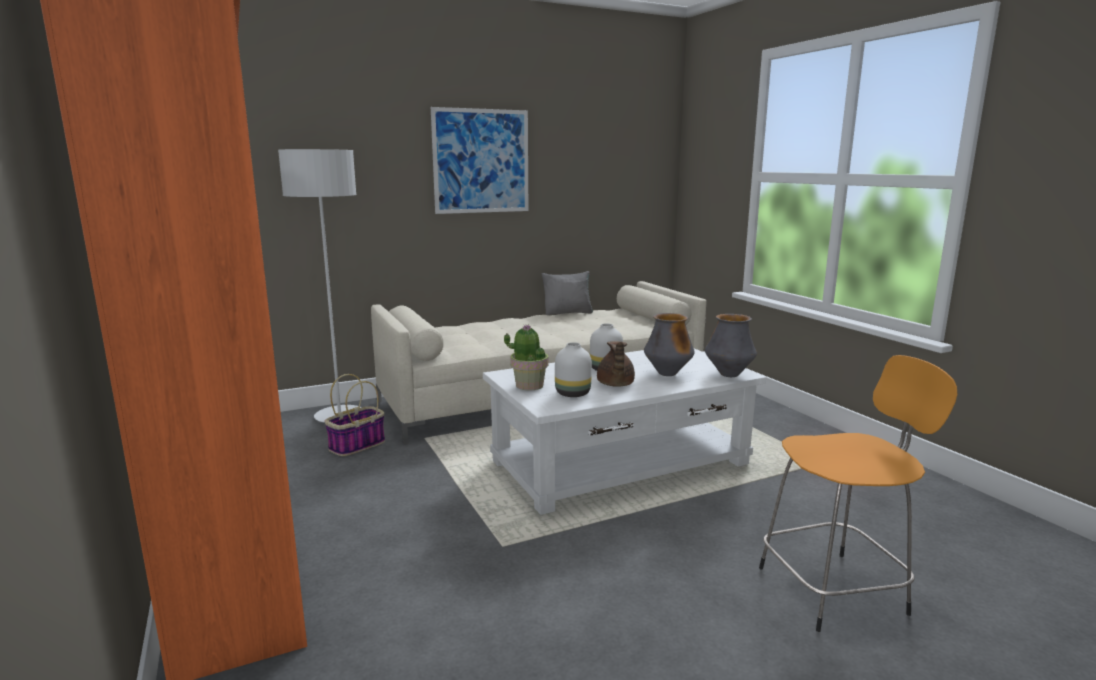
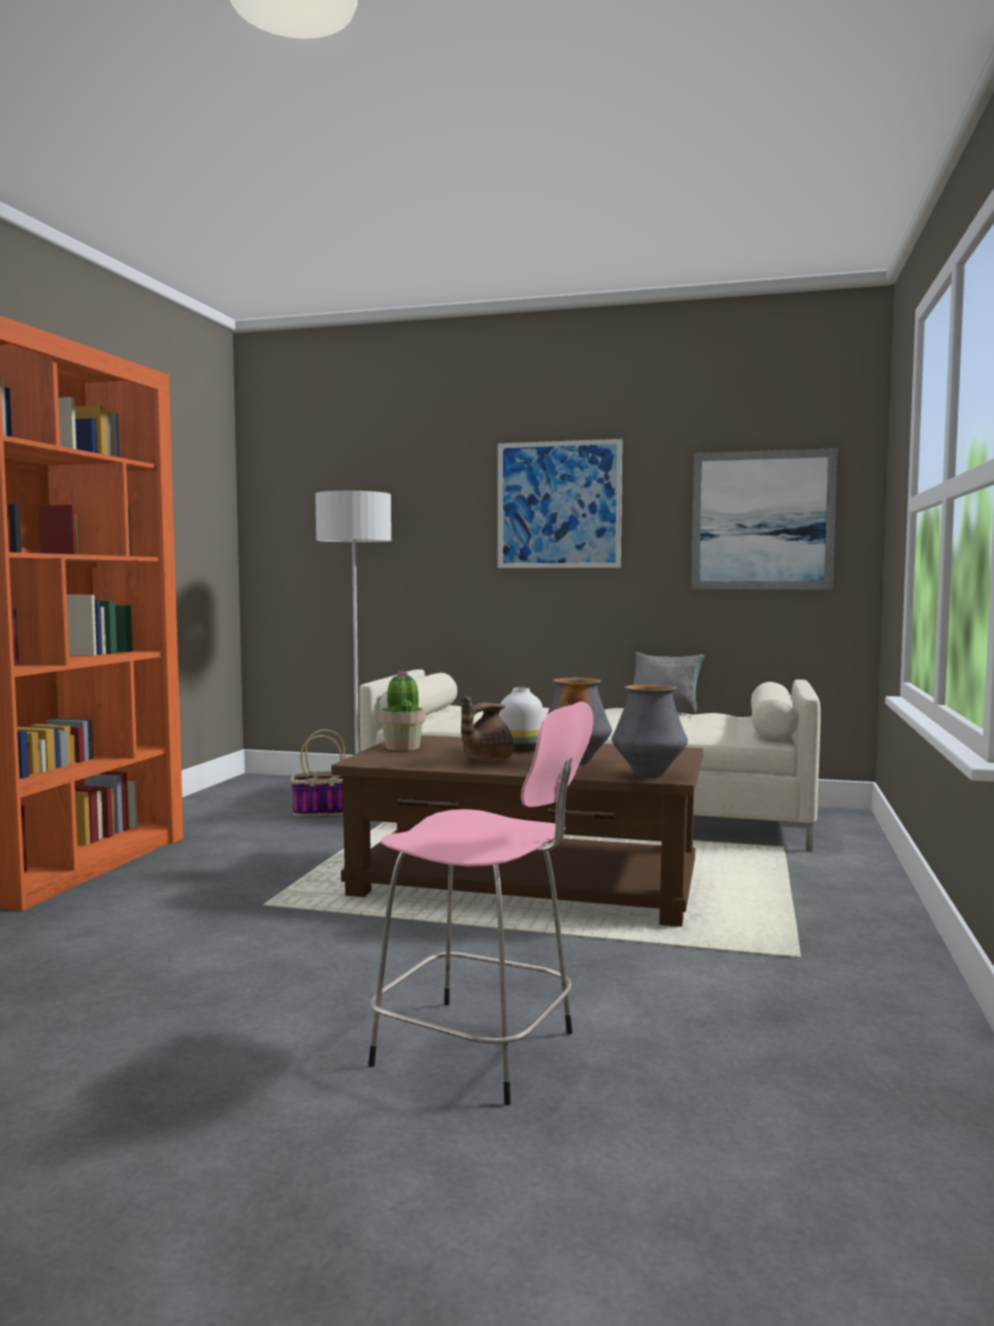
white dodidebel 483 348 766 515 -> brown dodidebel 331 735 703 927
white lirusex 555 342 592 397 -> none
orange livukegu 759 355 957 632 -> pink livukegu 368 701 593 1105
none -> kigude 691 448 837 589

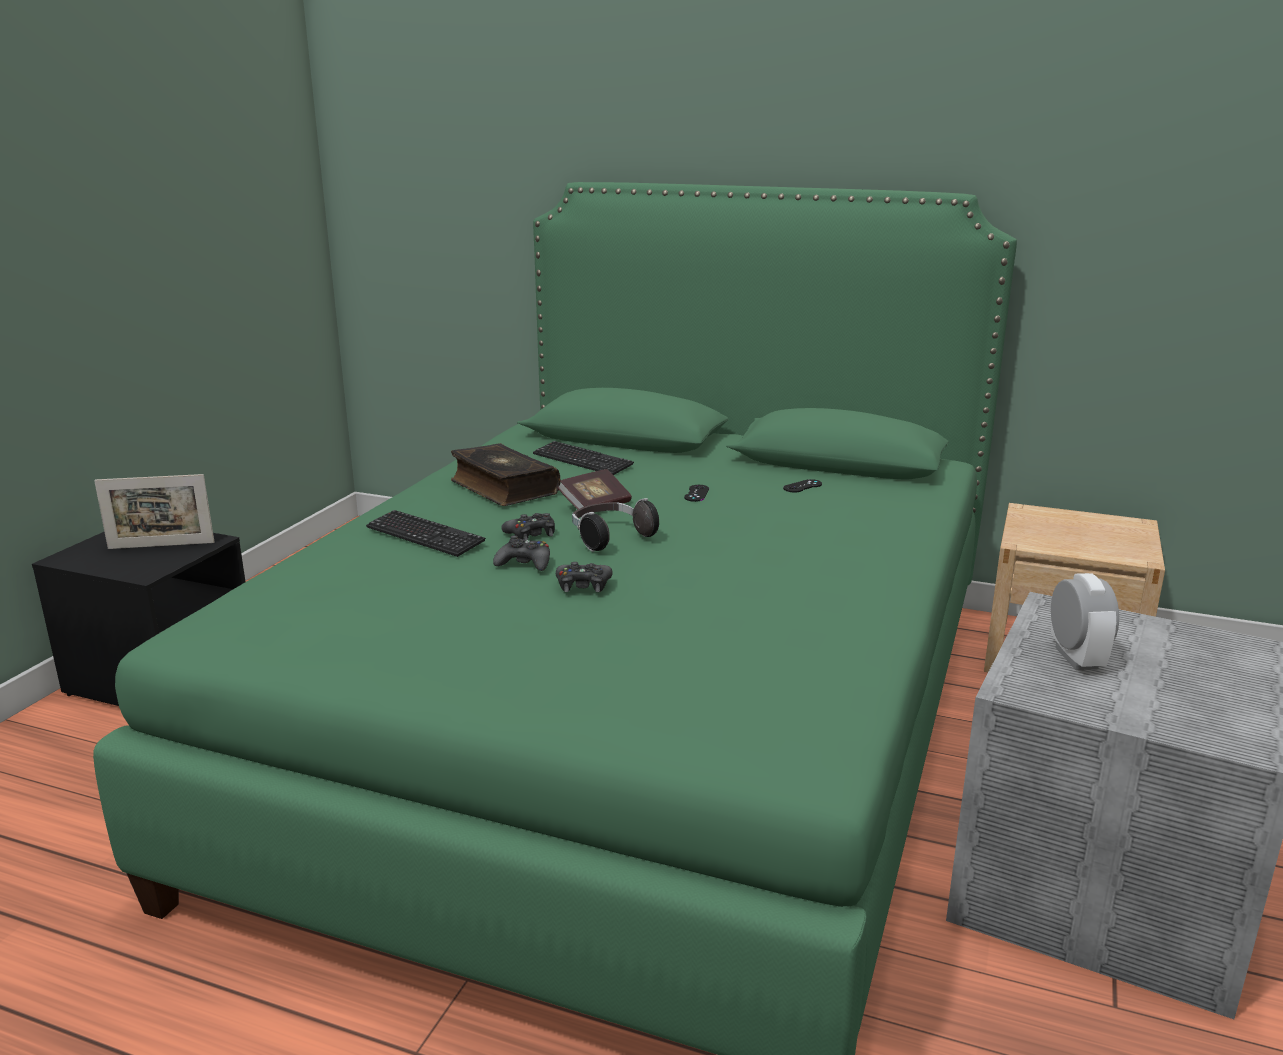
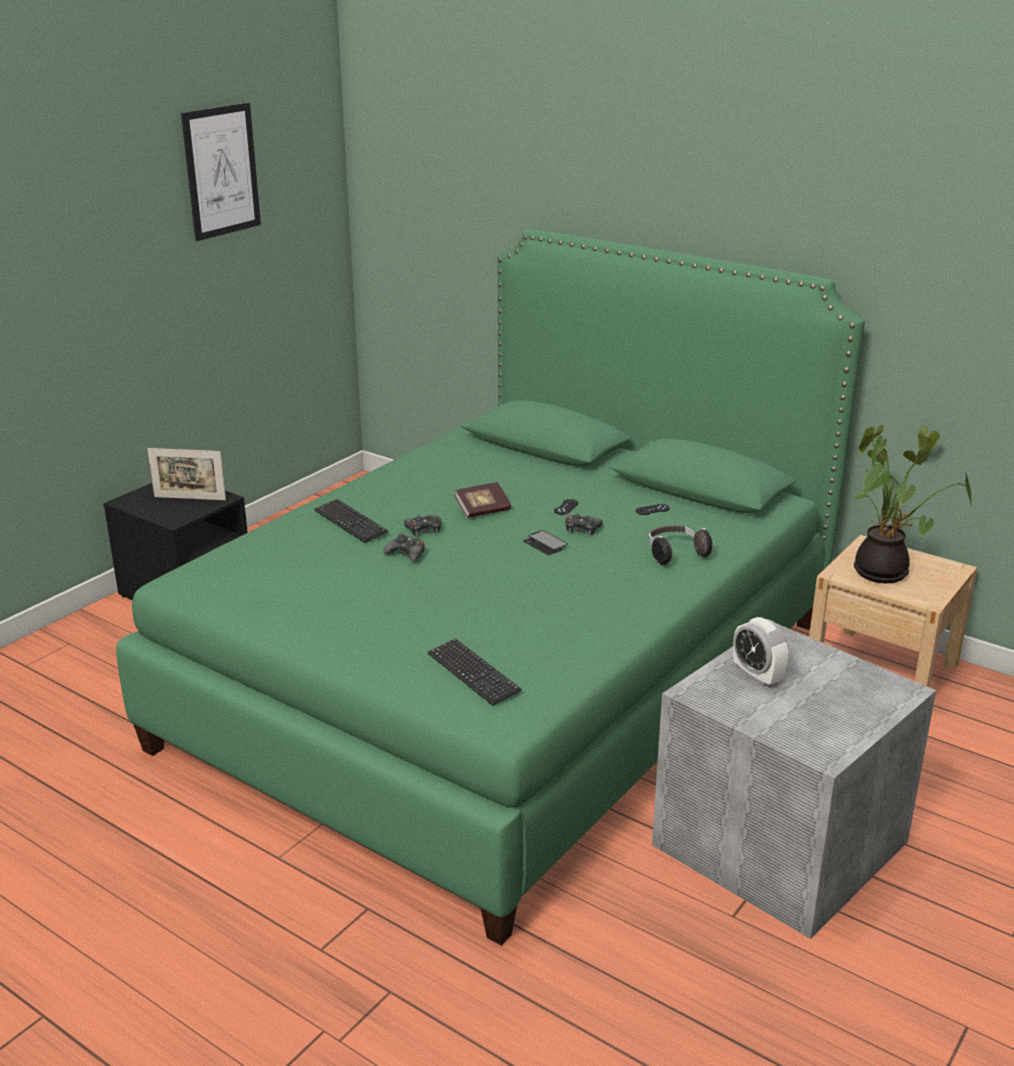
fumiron 451 443 560 506 -> none
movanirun 533 441 634 475 -> movanirun 428 638 522 706, moved
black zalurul 556 562 613 592 -> black zalurul 565 514 603 535, moved
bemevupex 572 498 659 552 -> bemevupex 648 526 712 565, moved
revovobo 1051 573 1119 670 -> revovobo 733 617 788 687, 135 degrees clockwise
none -> kigude 181 103 261 241
none -> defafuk 523 530 568 555
none -> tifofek 852 425 972 583

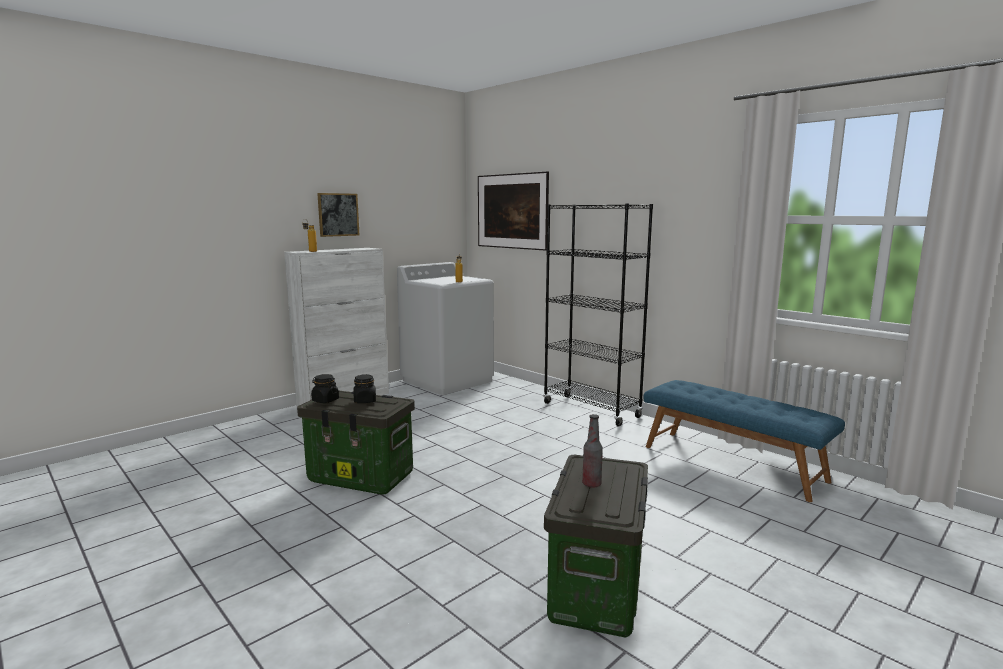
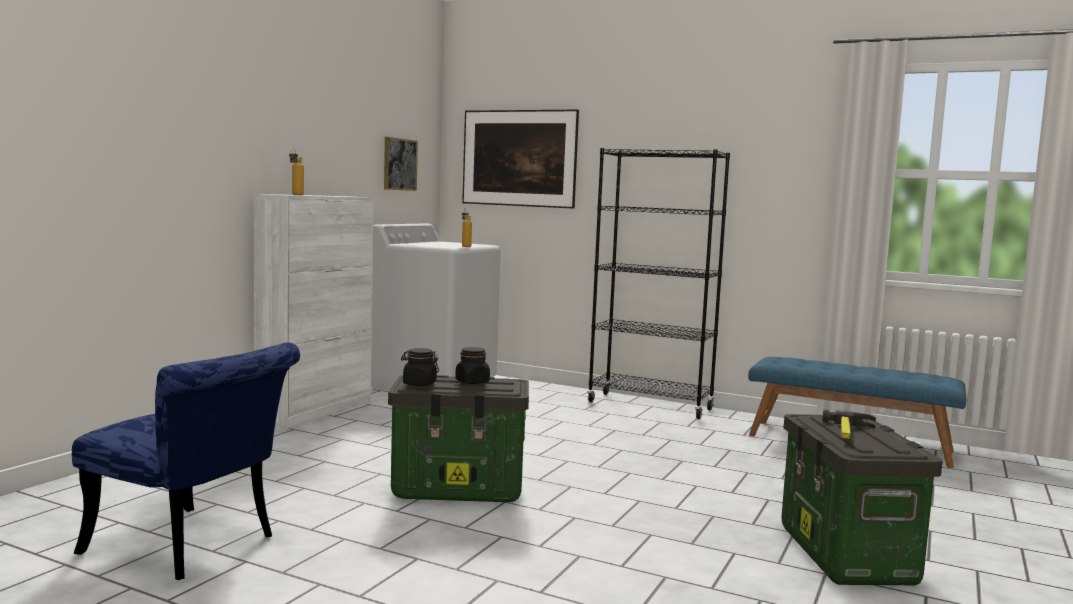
kigude 317 193 359 237 -> kigude 384 137 418 191, moved
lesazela 582 414 603 488 -> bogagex 822 410 876 439
none -> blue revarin 72 342 300 580

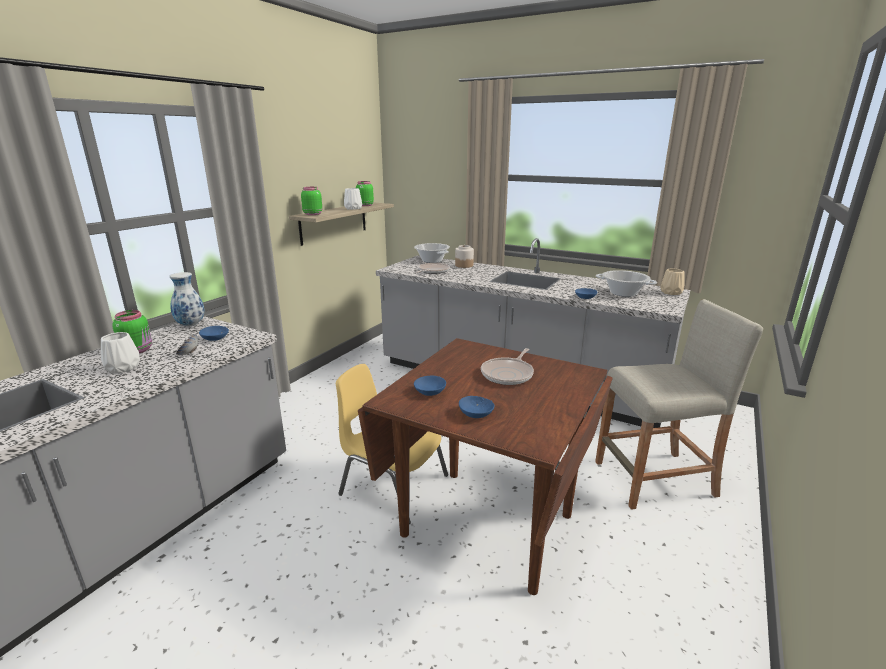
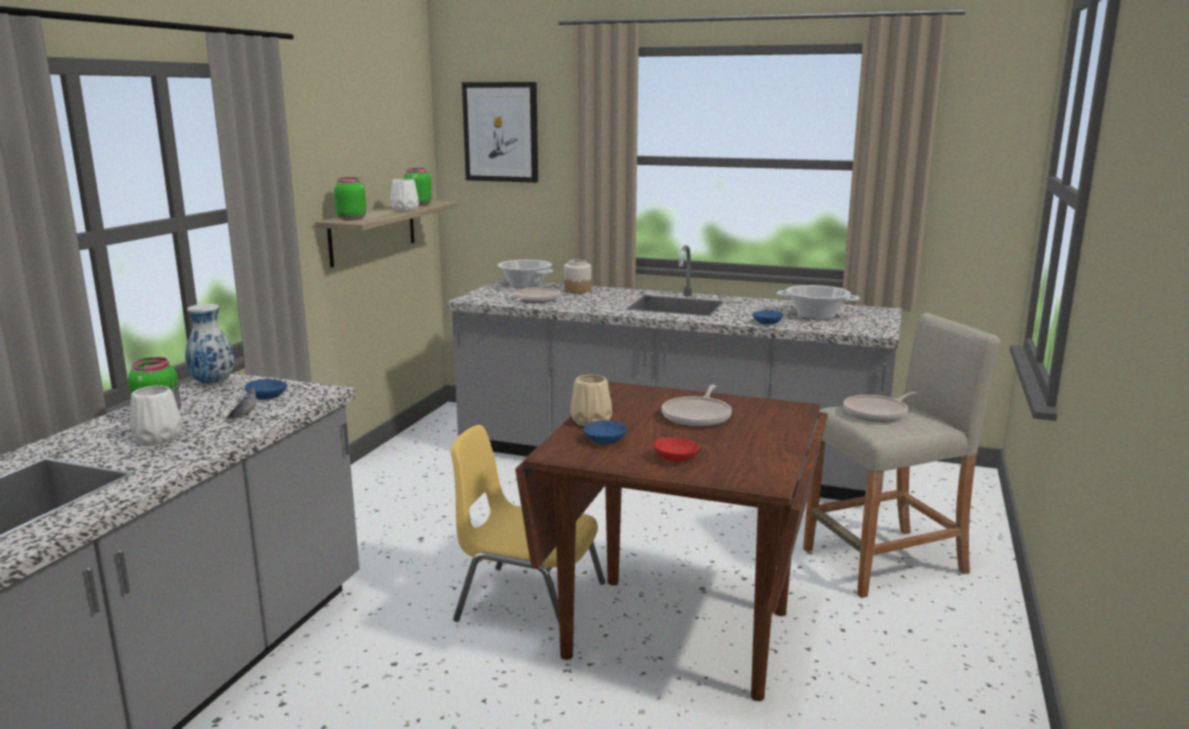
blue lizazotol 459 396 495 418 -> red lizazotol 653 437 700 462
beige lirusex 660 268 685 295 -> beige lirusex 570 374 612 426, moved
none -> kigude 462 82 538 183
none -> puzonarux 843 391 918 422

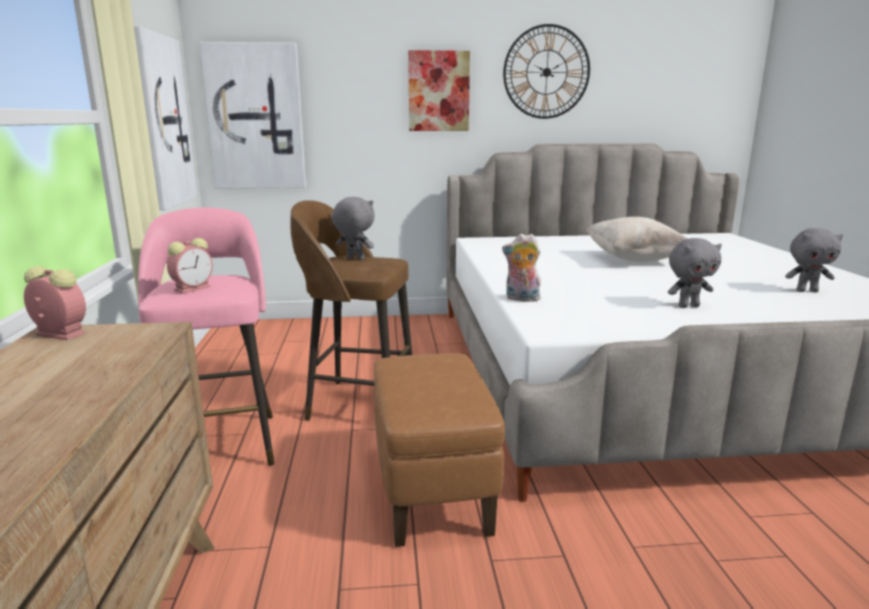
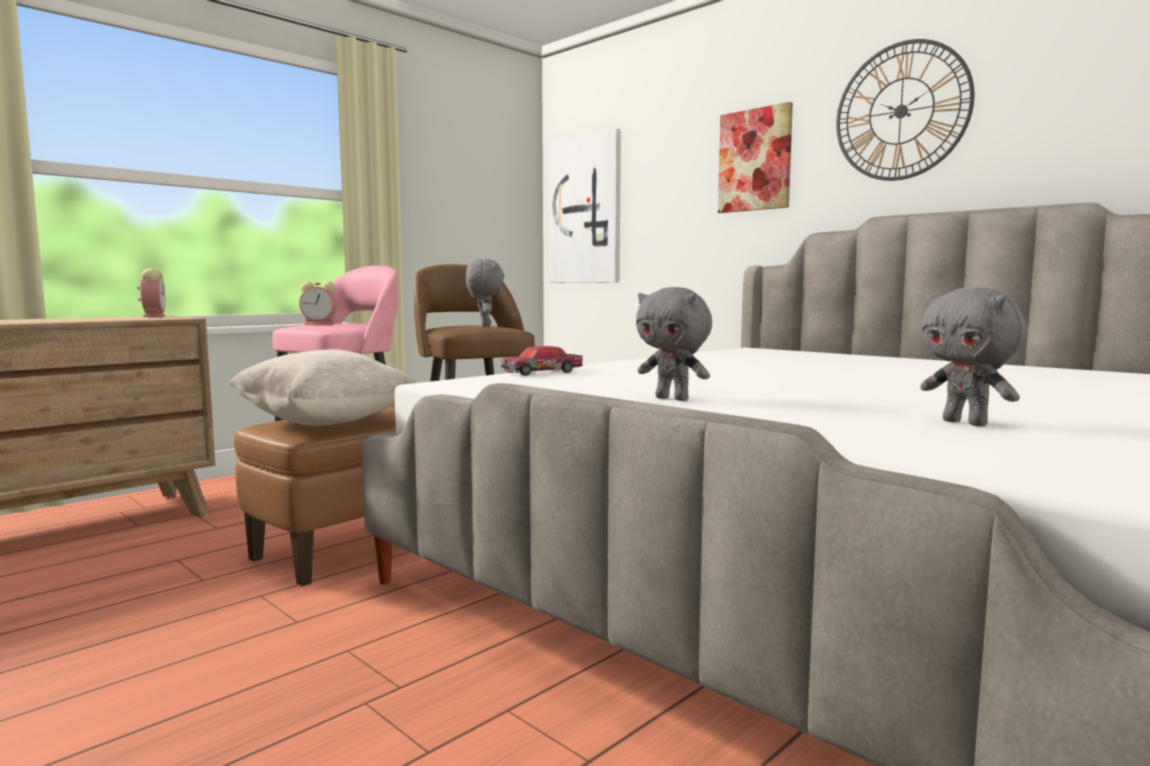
kigude 134 26 197 210 -> none
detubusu 502 234 541 303 -> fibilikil 501 346 583 376
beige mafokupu 586 217 688 262 -> beige mafokupu 230 349 417 426, moved

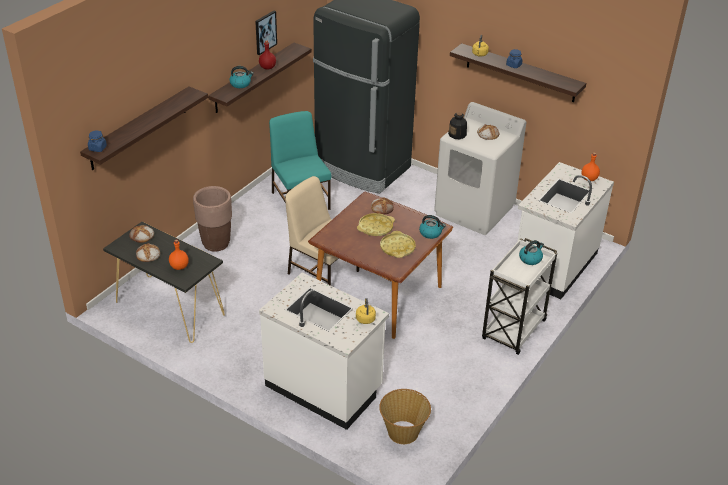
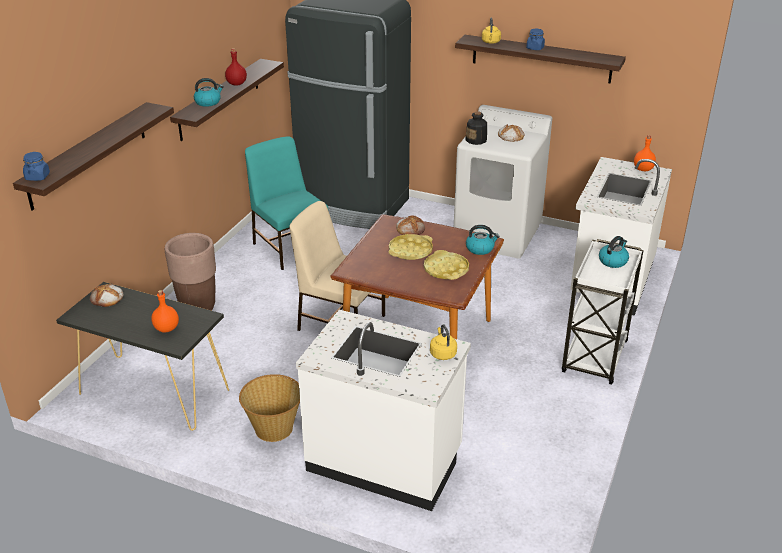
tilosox 136 243 160 262 -> none
kigude 255 11 277 55 -> none
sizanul 379 389 431 444 -> sizanul 239 374 300 442, moved

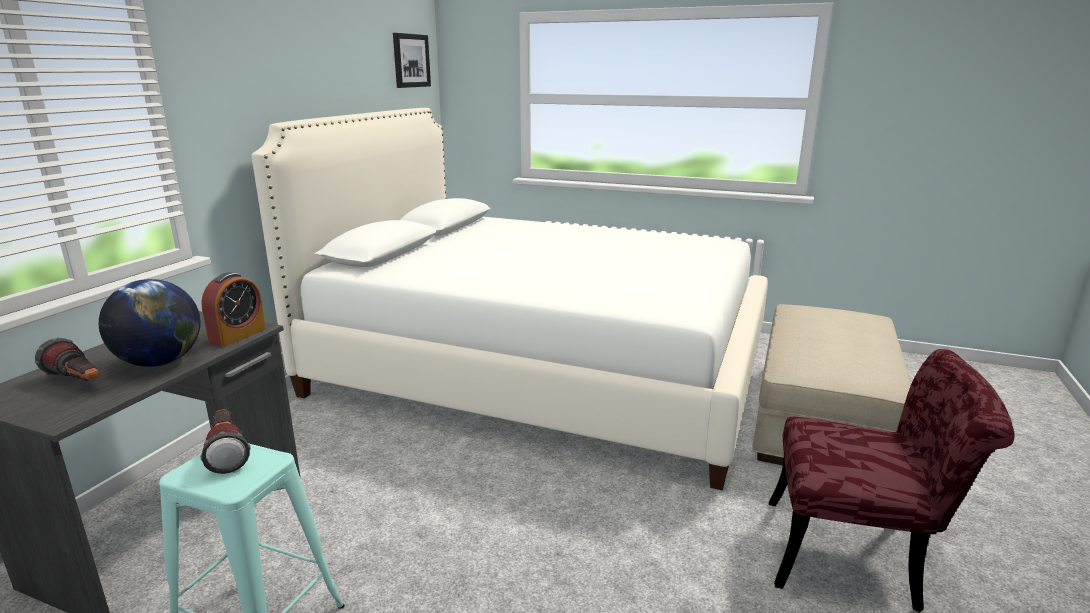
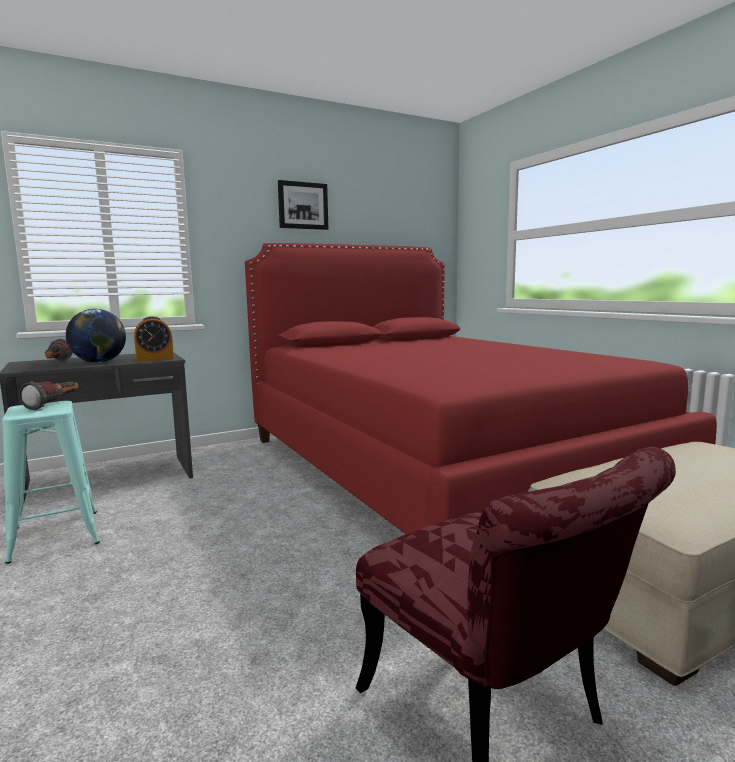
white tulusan 251 108 768 490 -> red tulusan 245 243 717 534
kigude 393 33 431 88 -> kigude 278 180 328 230, moved

